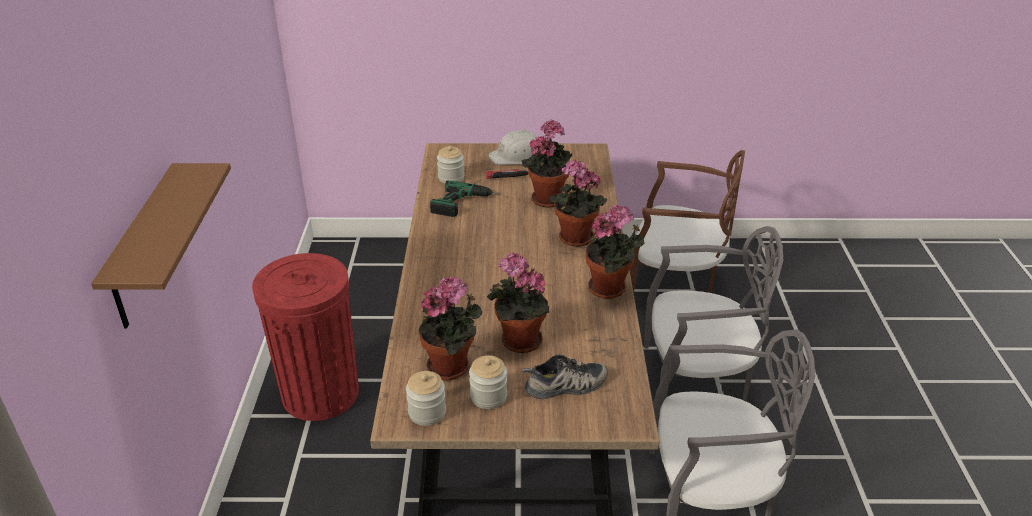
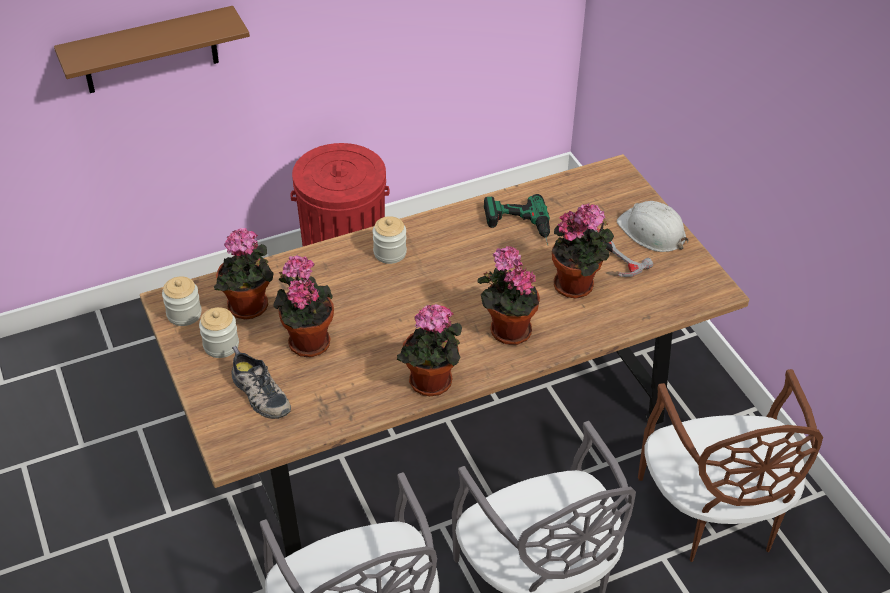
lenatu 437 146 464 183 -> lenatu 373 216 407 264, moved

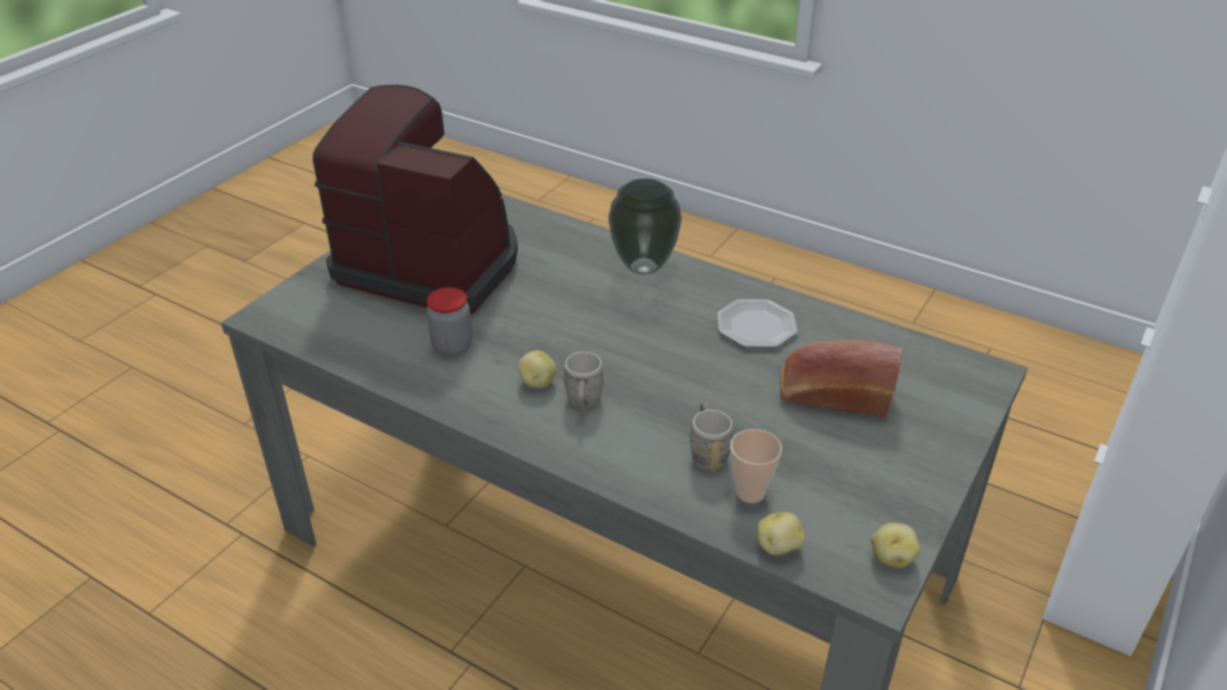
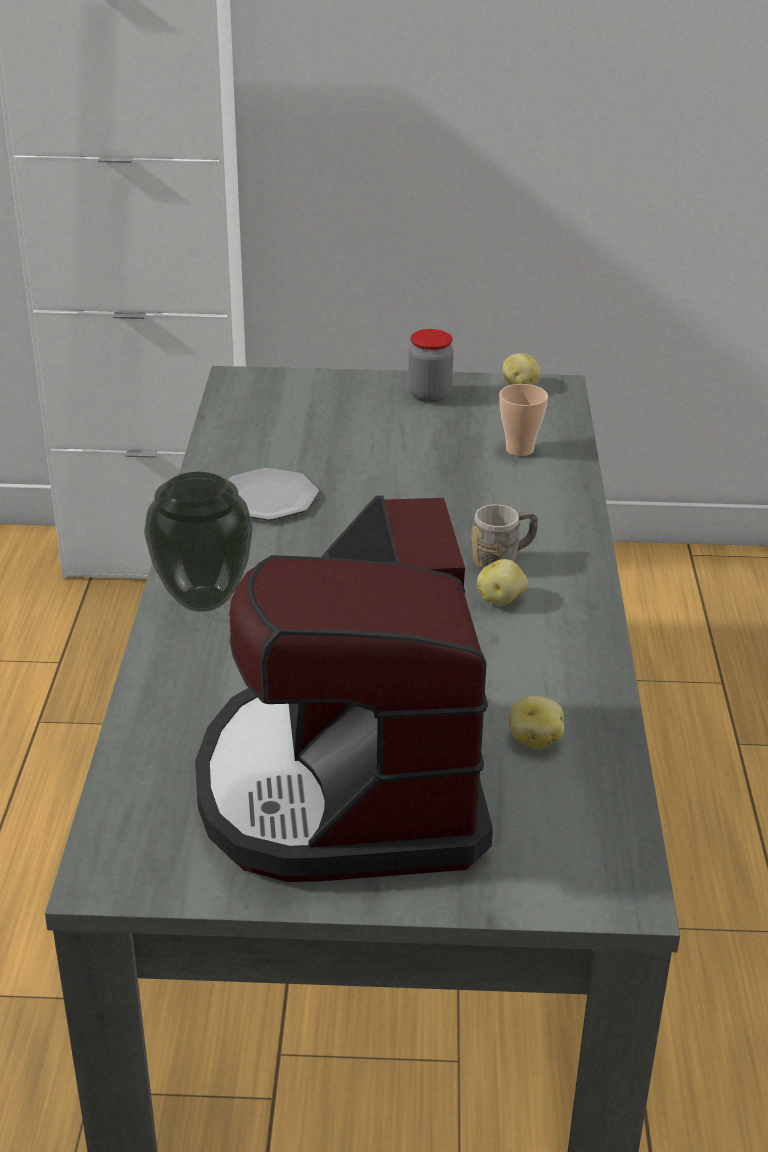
lenatu 426 287 472 356 -> lenatu 408 329 453 403, moved
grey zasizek 690 403 733 471 -> none
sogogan 757 512 805 555 -> sogogan 509 695 564 749, moved
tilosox 780 340 902 417 -> none

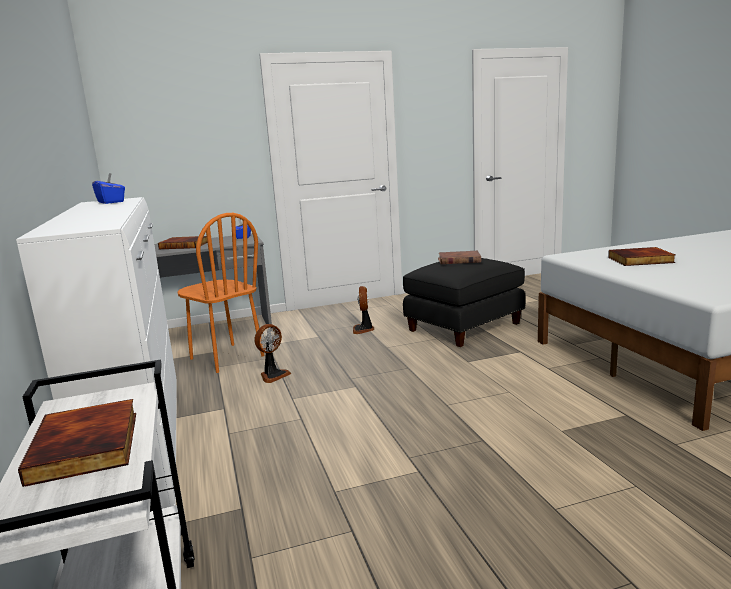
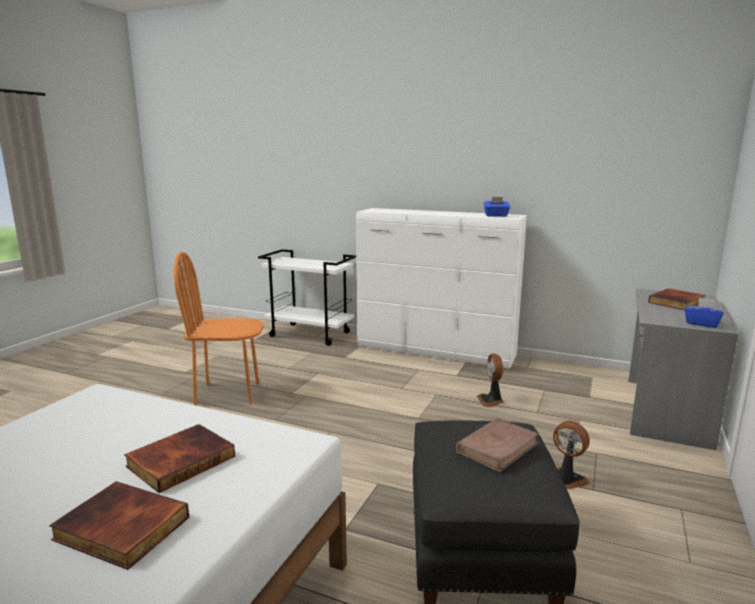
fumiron 18 399 136 487 -> fumiron 49 481 189 570, moved
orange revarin 177 213 264 373 -> orange revarin 173 252 264 406, moved

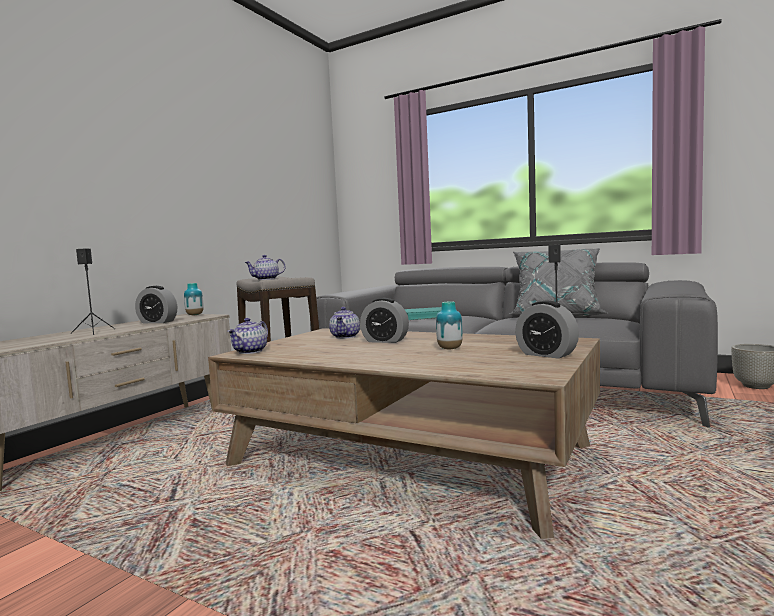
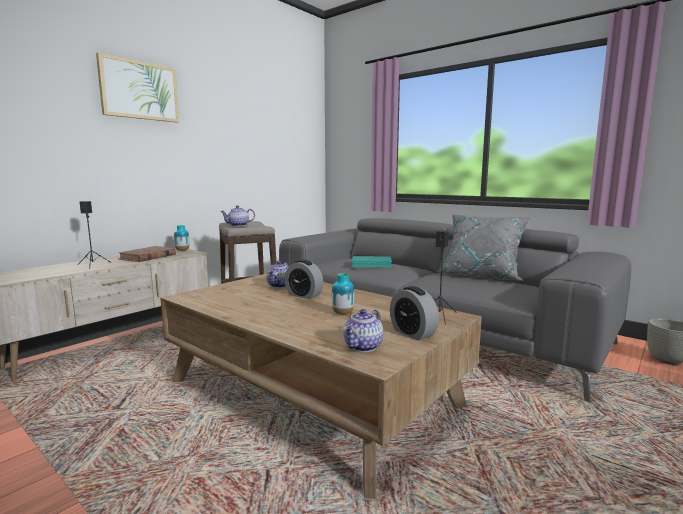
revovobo 135 286 177 323 -> brown fumiron 118 246 176 262
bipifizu 227 318 268 354 -> bipifizu 344 309 383 352, moved
none -> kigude 96 53 179 123

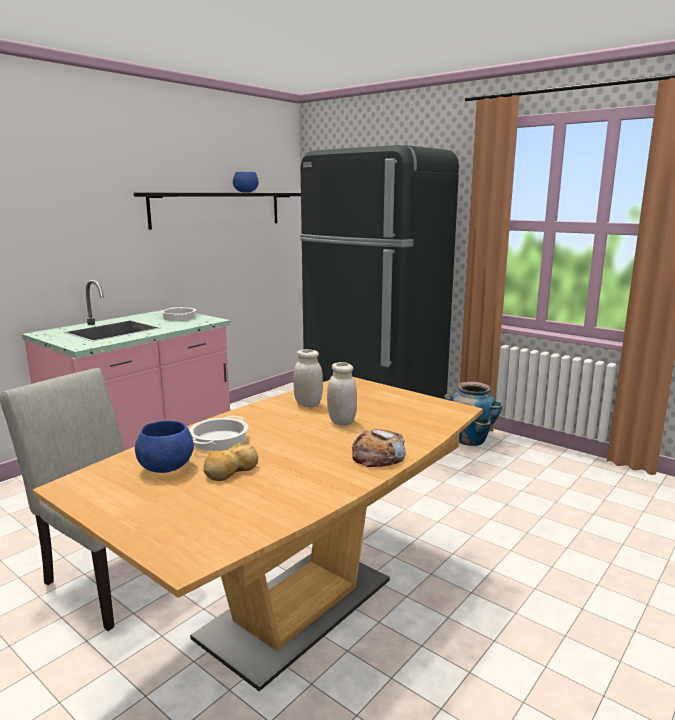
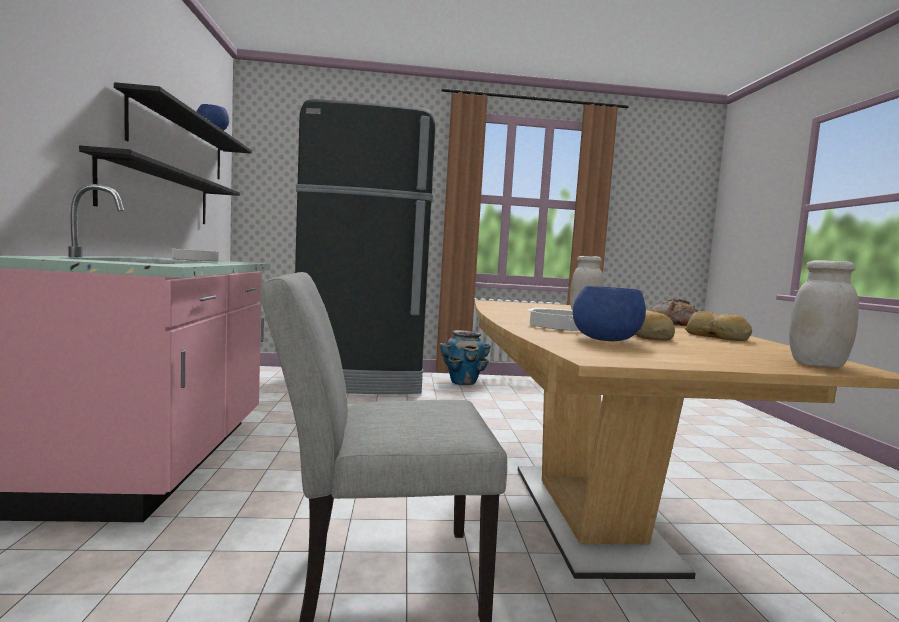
white lenatu 293 349 323 407 -> white lenatu 789 260 859 367, moved
none -> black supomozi 79 146 240 224
none -> tilosox 685 311 752 341

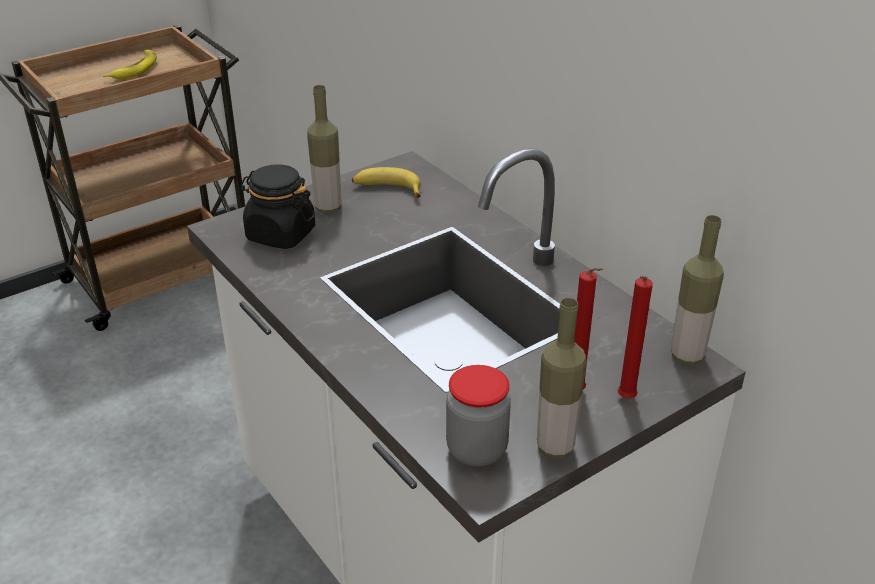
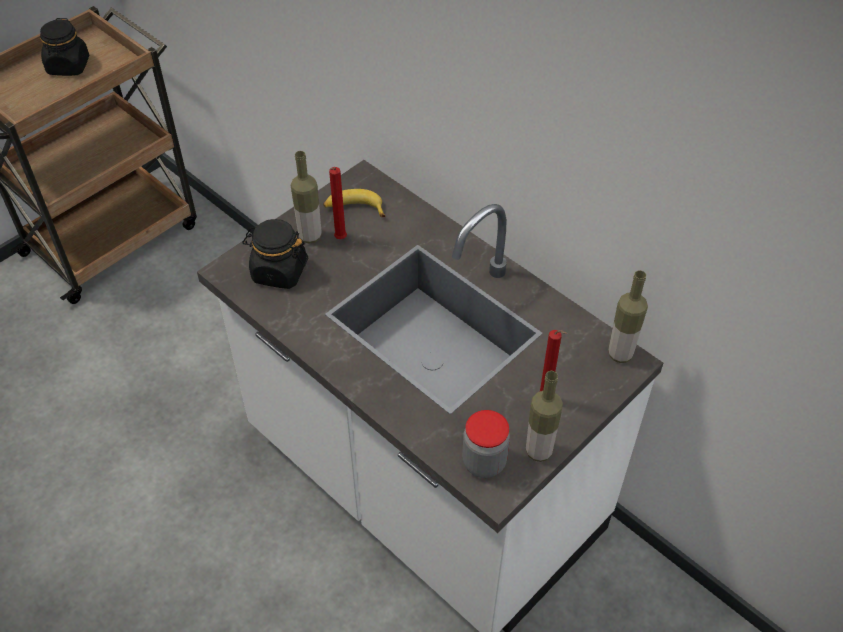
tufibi 103 50 157 79 -> black lenatu 40 18 89 76
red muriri 618 276 653 399 -> red muriri 329 167 347 239, moved

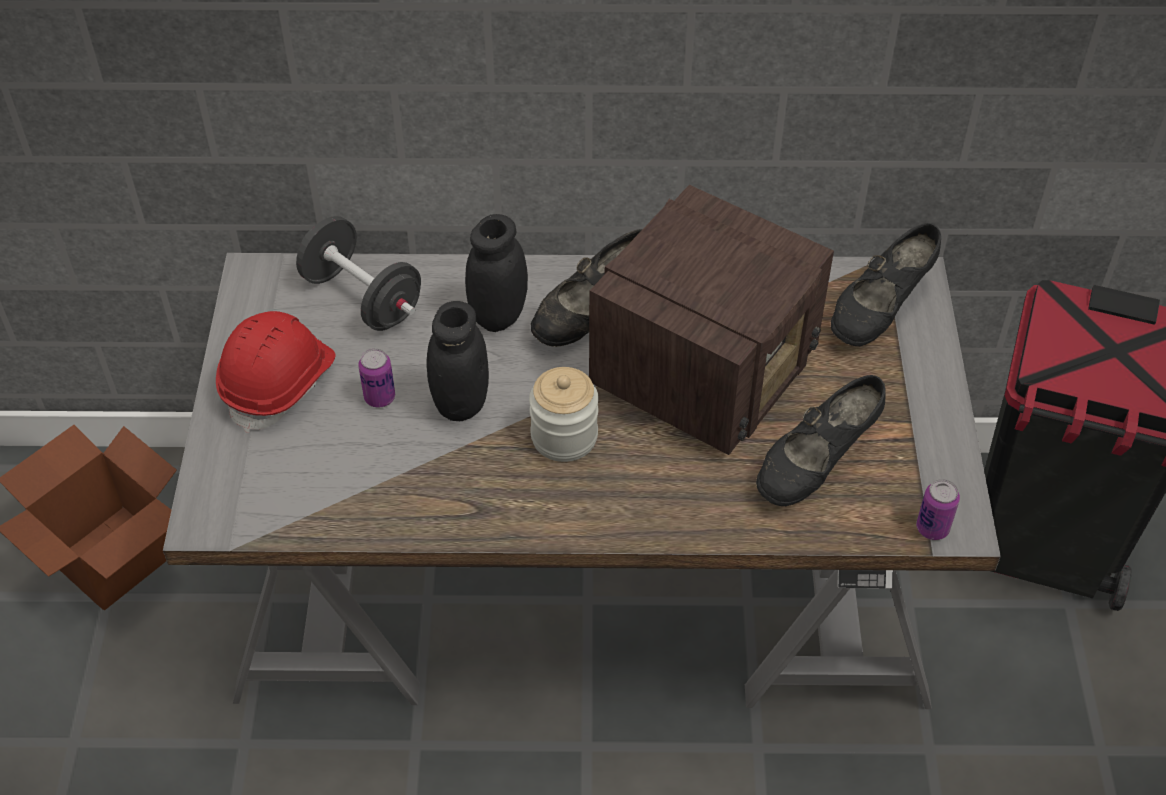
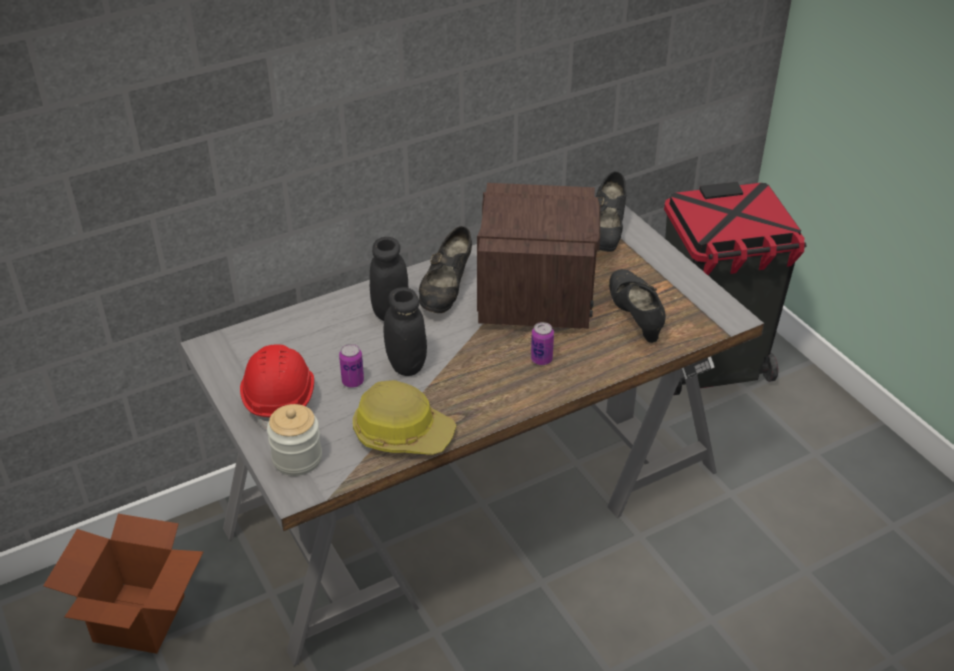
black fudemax 296 216 421 331 -> none
lenatu 529 367 599 462 -> lenatu 267 404 322 476, moved
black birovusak 756 375 886 506 -> black birovusak 609 269 666 343, 150 degrees clockwise
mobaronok 916 479 960 540 -> mobaronok 531 322 554 365, moved
none -> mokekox 353 380 456 455

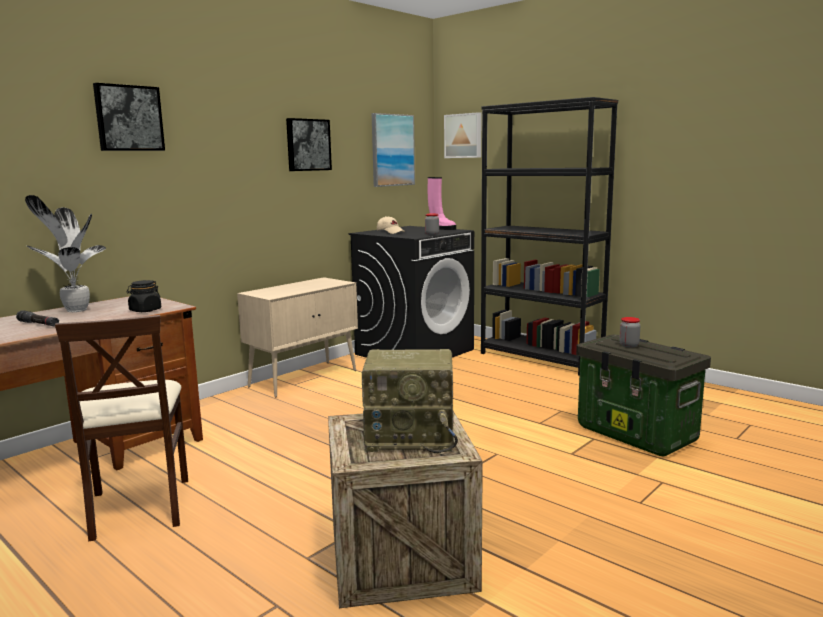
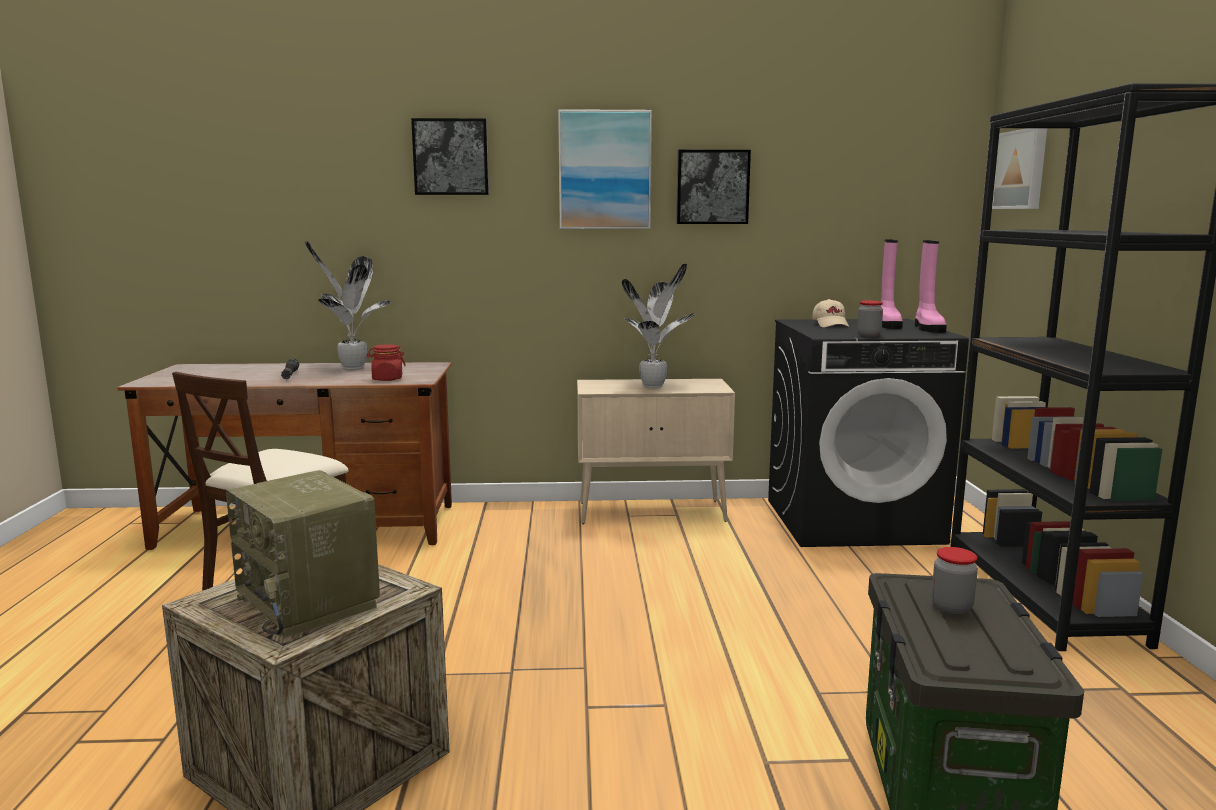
black lenatu 127 280 161 312 -> red lenatu 366 344 406 381
kigude 371 113 415 187 -> kigude 558 109 652 229, moved
none -> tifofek 622 263 694 388
none -> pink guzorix 881 239 903 329

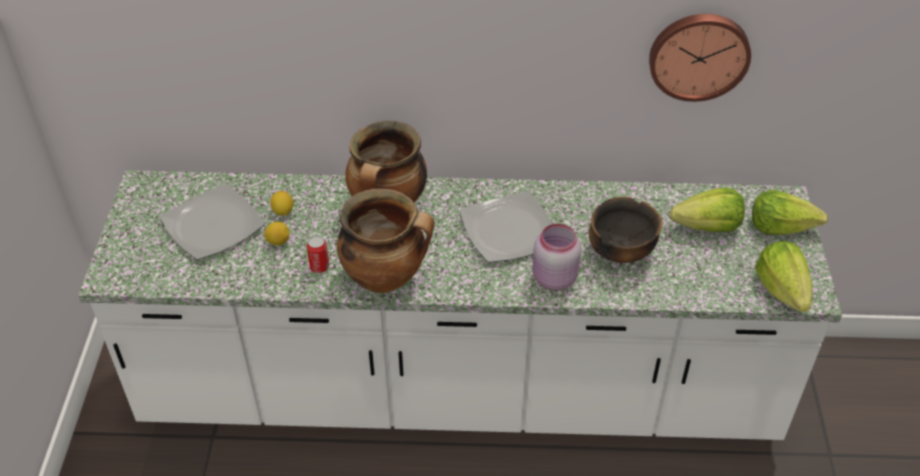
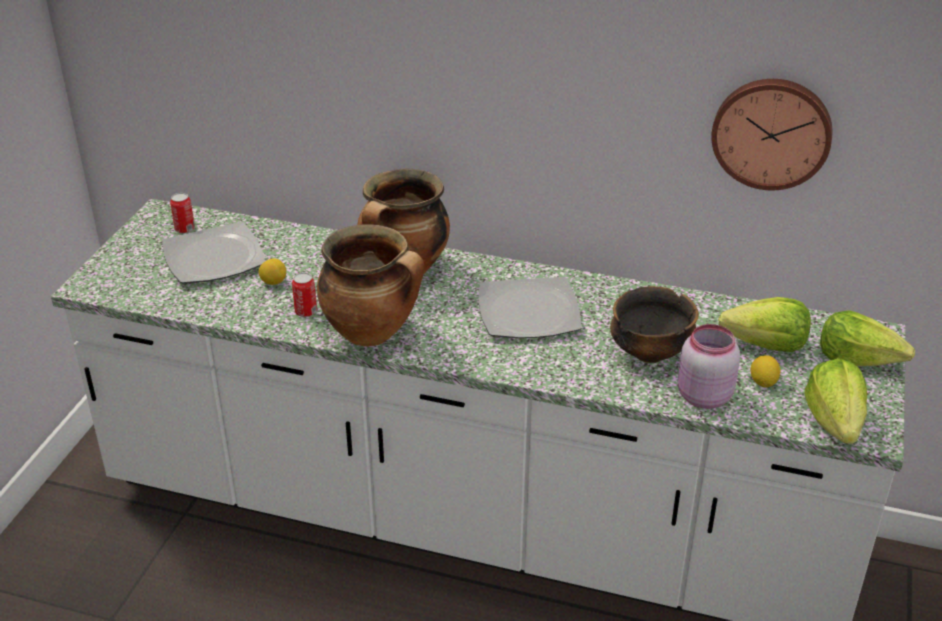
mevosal 270 191 293 216 -> mevosal 751 355 781 387, moved
pink lenatu 532 223 581 290 -> pink lenatu 678 324 740 409, moved
none -> mobaronok 170 193 195 234

